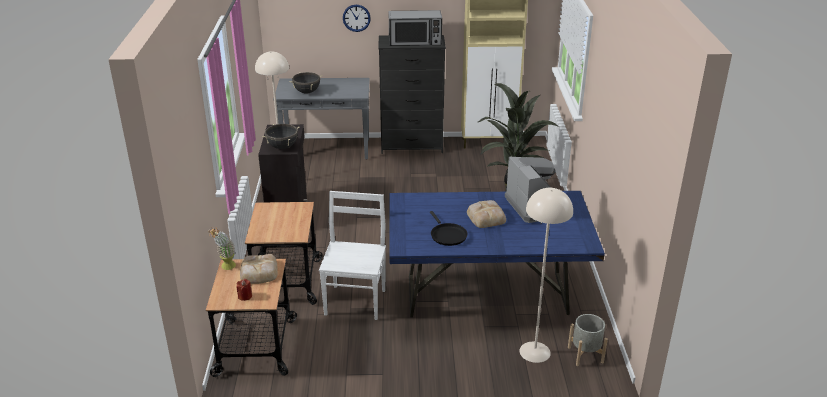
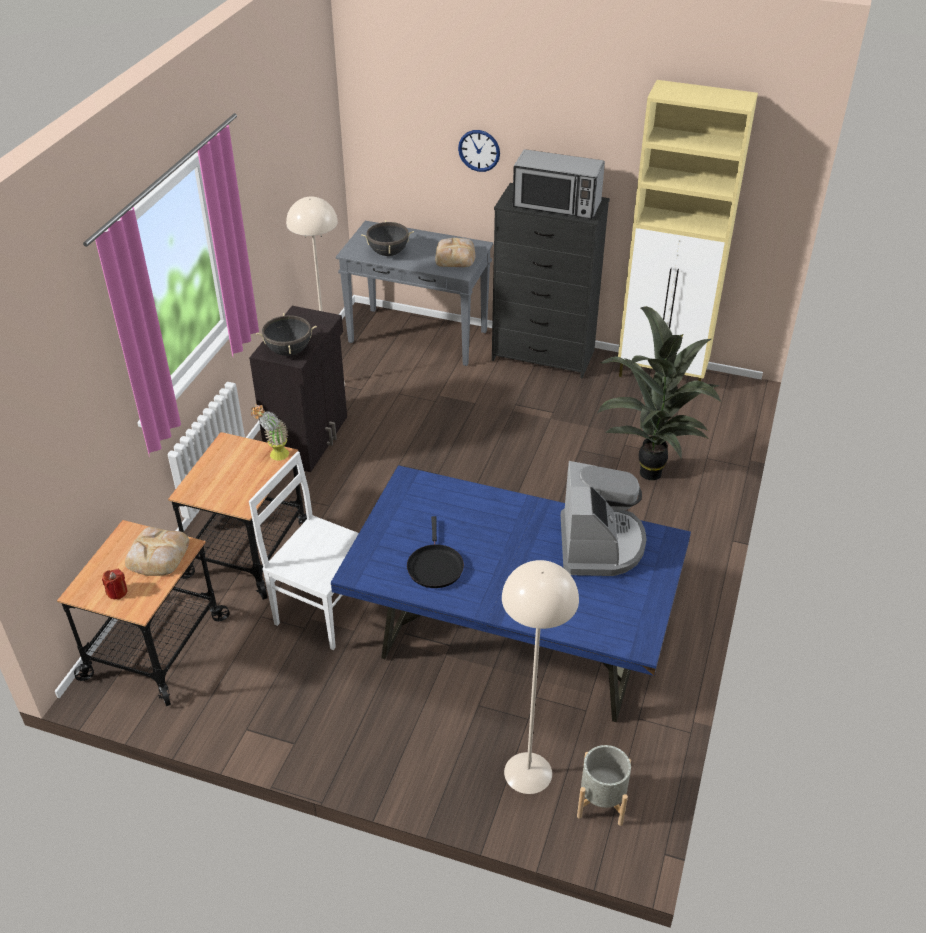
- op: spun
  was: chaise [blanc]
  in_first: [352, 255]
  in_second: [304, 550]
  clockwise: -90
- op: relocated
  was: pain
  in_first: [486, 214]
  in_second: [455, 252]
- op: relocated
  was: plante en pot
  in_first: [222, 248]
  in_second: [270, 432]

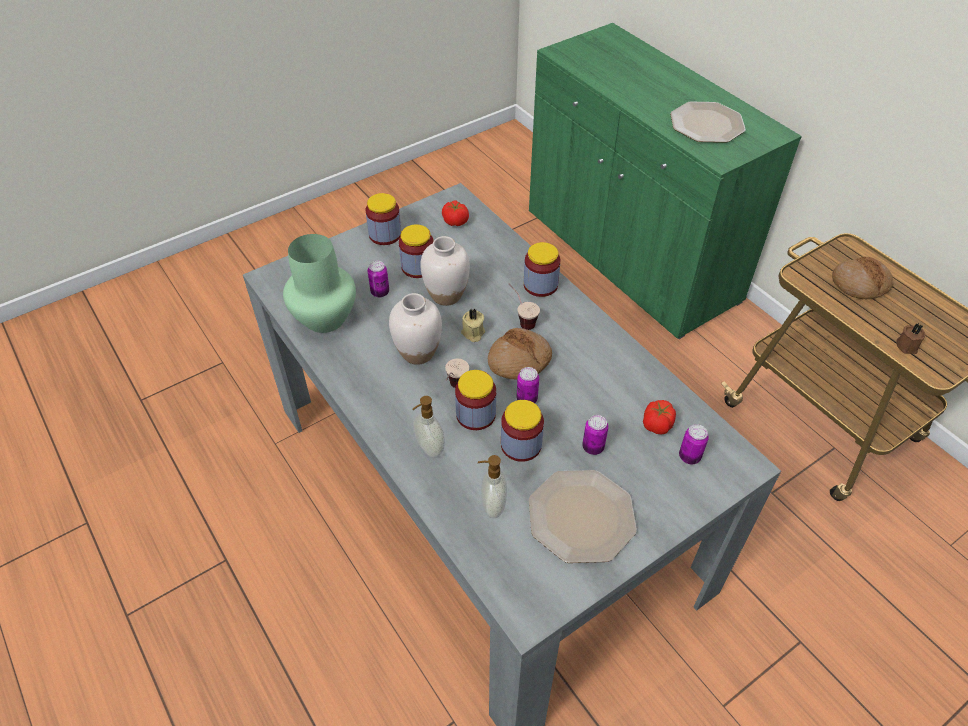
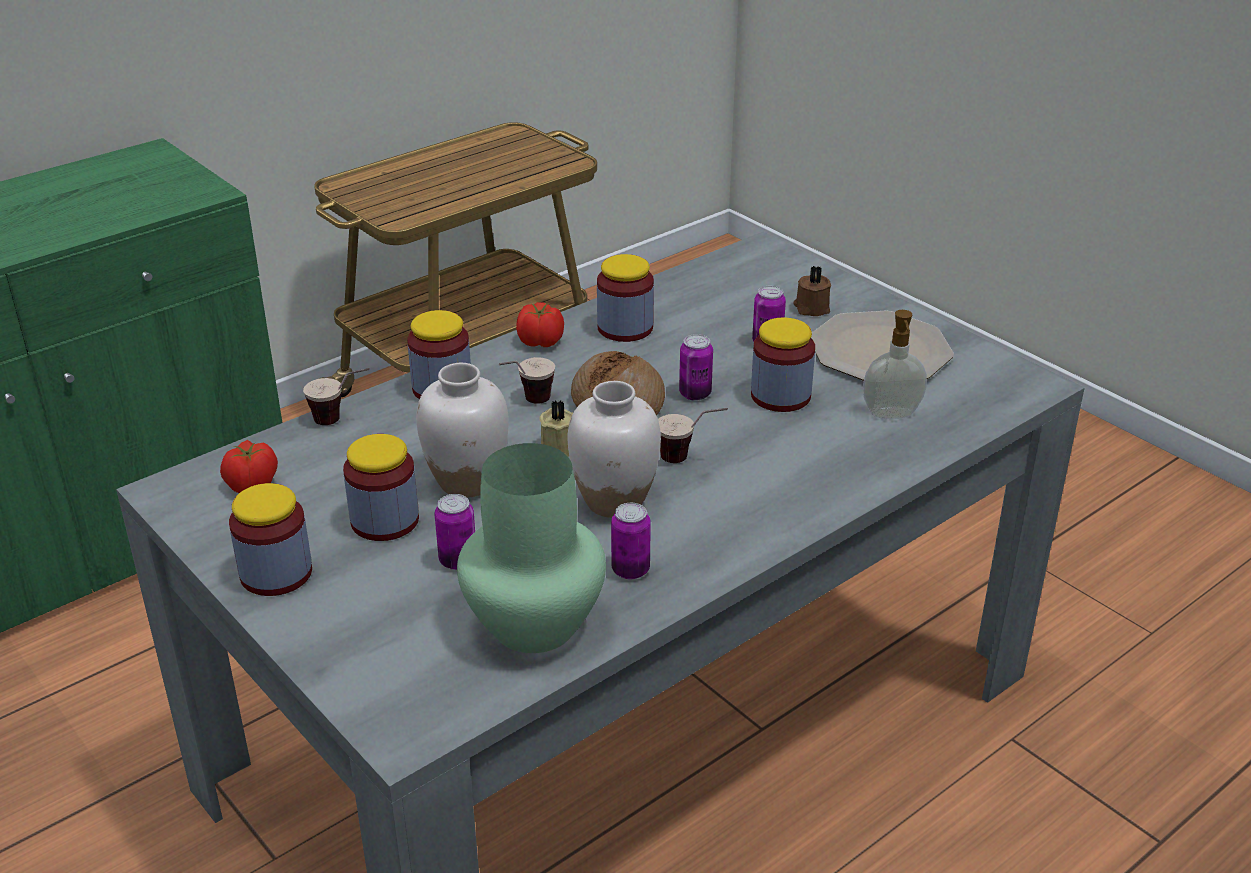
- op: missing
  was: assiette
  in_first: [708, 122]
- op: missing
  was: pain
  in_first: [862, 278]
- op: relocated
  was: bougie [marron]
  in_first: [910, 338]
  in_second: [812, 291]
- op: relocated
  was: bocal
  in_first: [475, 400]
  in_second: [625, 298]
- op: missing
  was: distributeur de savon
  in_first: [428, 427]
- op: relocated
  was: tomate
  in_first: [659, 417]
  in_second: [540, 324]
- op: relocated
  was: boîte métallique
  in_first: [694, 444]
  in_second: [631, 541]
- op: appeared
  now: tasse
  in_second: [336, 396]

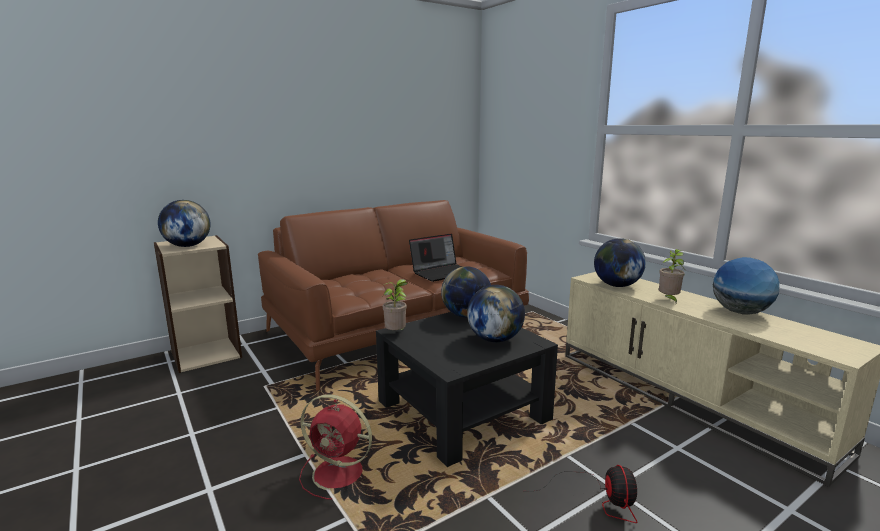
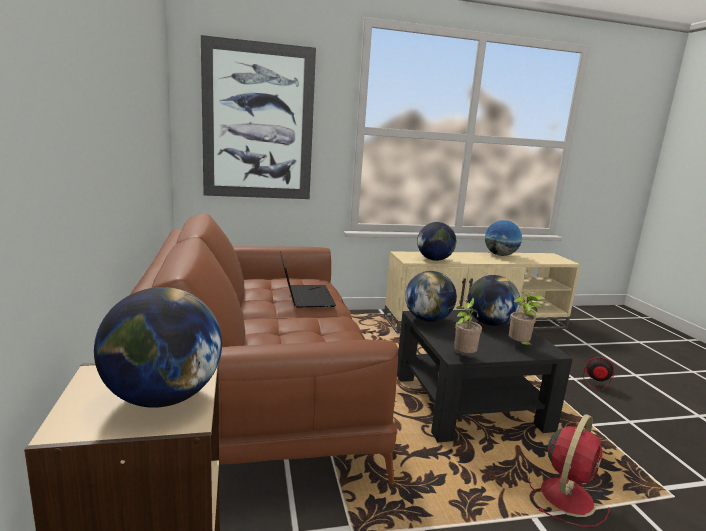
- op: relocated
  was: plante en pot
  in_first: [672, 276]
  in_second: [527, 319]
- op: appeared
  now: tableau
  in_second: [258, 117]

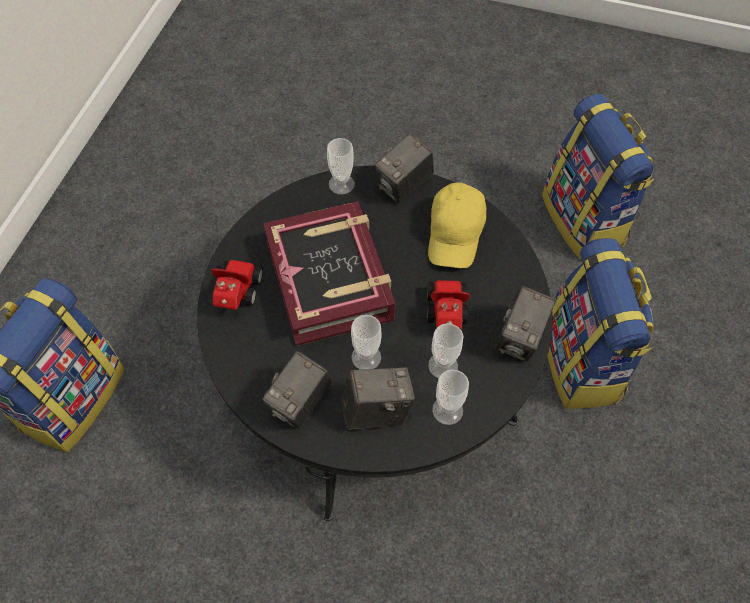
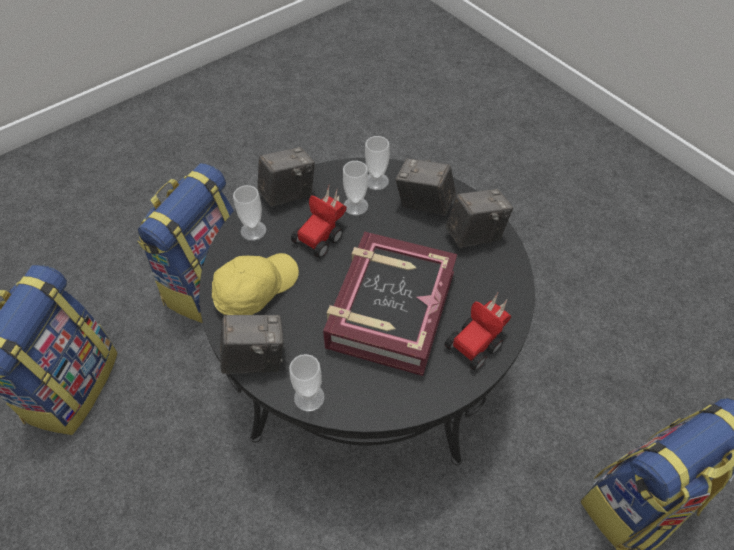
- op: relocated
  was: tasse
  in_first: [366, 342]
  in_second: [249, 213]

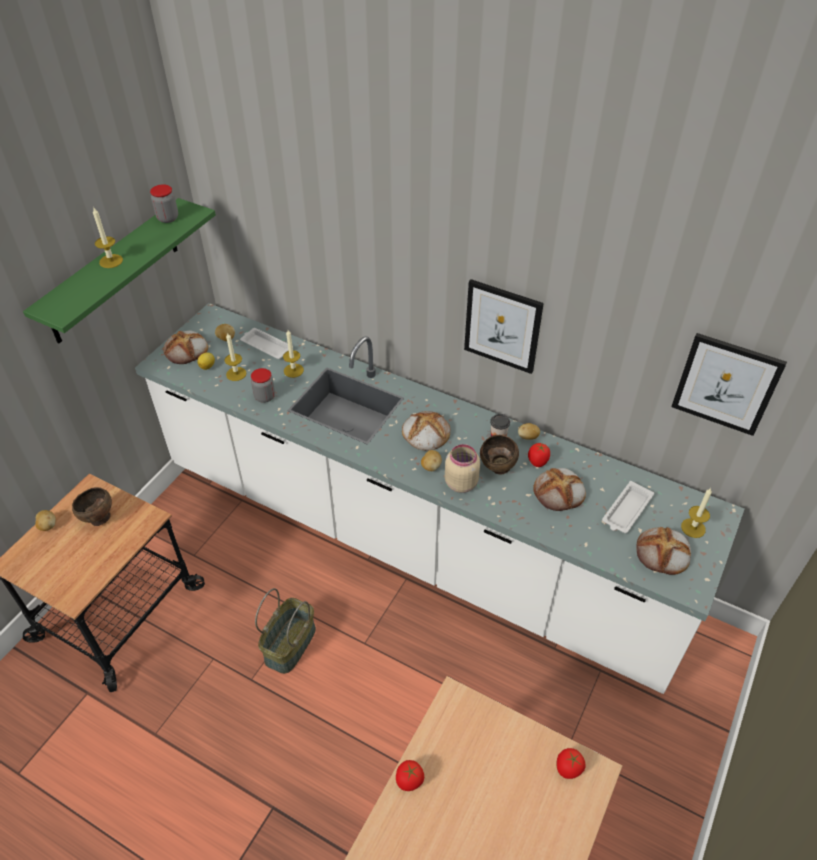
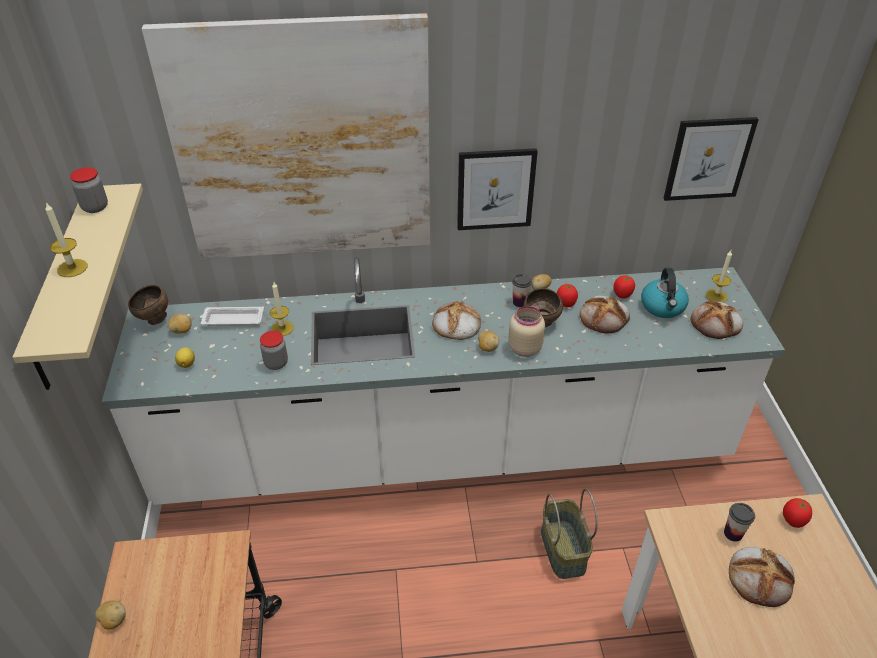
- op: colour
  was: étagère [vert]
  now: étagère [beige]
  in_first: [119, 271]
  in_second: [78, 287]
- op: relocated
  was: pain
  in_first: [185, 347]
  in_second: [762, 577]
- op: missing
  was: bougie
  in_first: [235, 356]
- op: exchanged
  was: plateau [blanc]
  now: bouilloire
  in_first: [628, 507]
  in_second: [665, 293]
- op: relocated
  was: bol [marron]
  in_first: [92, 506]
  in_second: [148, 305]
- op: relocated
  was: panier
  in_first: [285, 631]
  in_second: [569, 533]
- op: relocated
  was: tomate
  in_first: [410, 775]
  in_second: [624, 287]
- op: appeared
  now: tableau
  in_second: [286, 136]
- op: appeared
  now: tasse
  in_second: [739, 522]

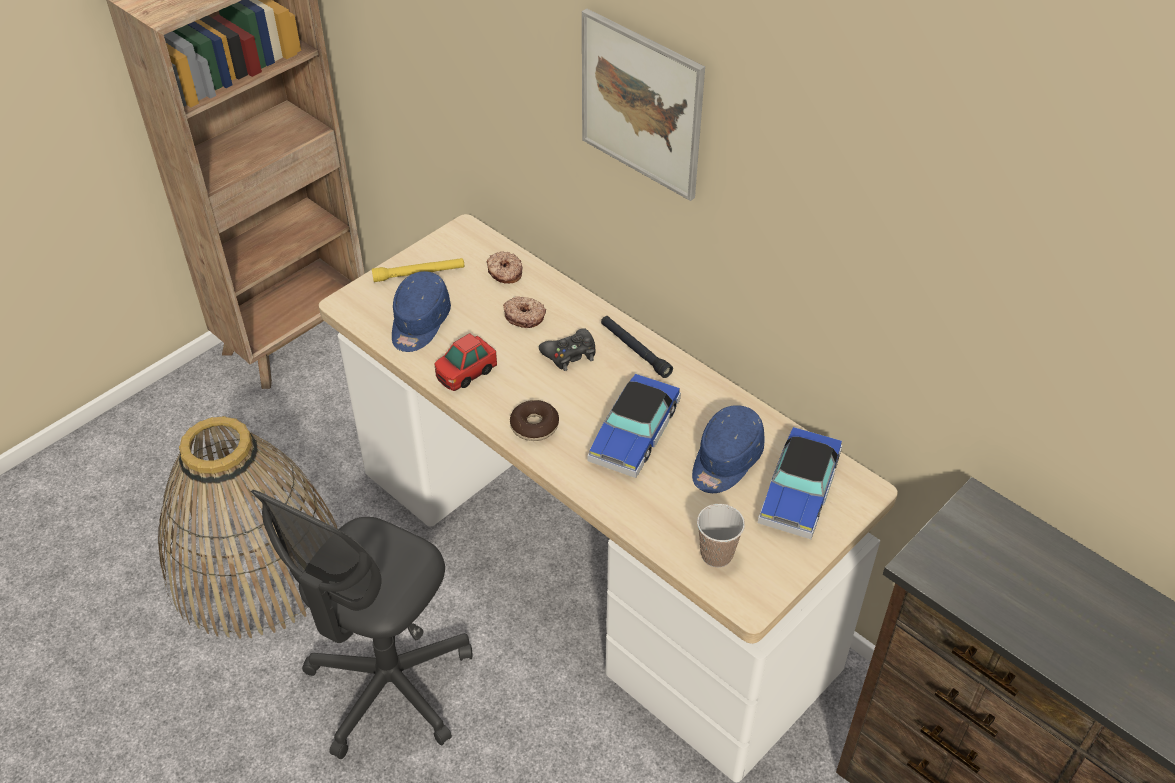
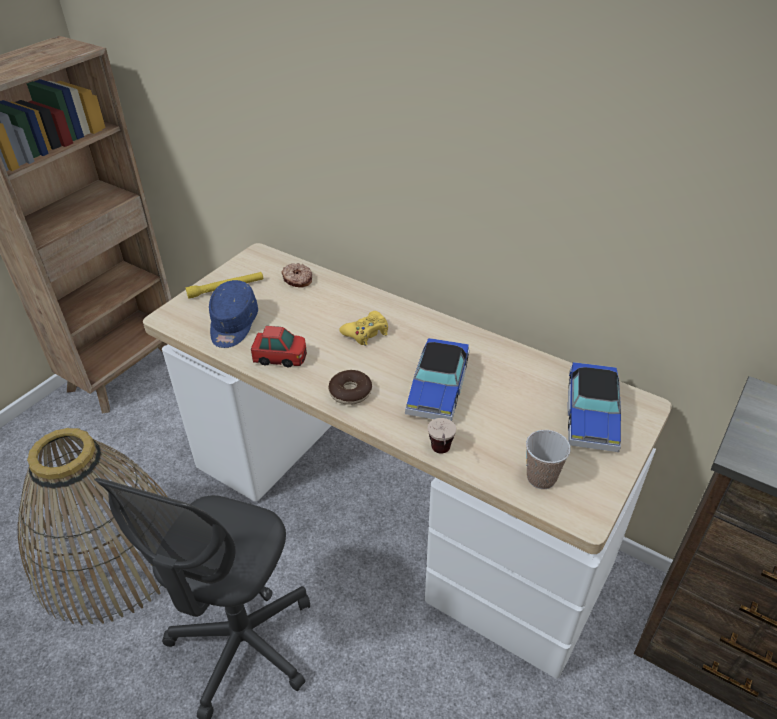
- op: missing
  was: tableau
  in_first: [643, 105]
- op: missing
  was: beignet
  in_first: [524, 312]
- op: missing
  was: lampe de poche [noir]
  in_first: [637, 347]
- op: colour
  was: manette [noir]
  now: manette [jaune]
  in_first: [567, 349]
  in_second: [363, 328]
- op: spun
  was: petite voiture
  in_first: [465, 362]
  in_second: [279, 346]
  clockwise: -120
- op: missing
  was: casquette [bleu]
  in_first: [728, 449]
- op: appeared
  now: tasse
  in_second: [442, 436]

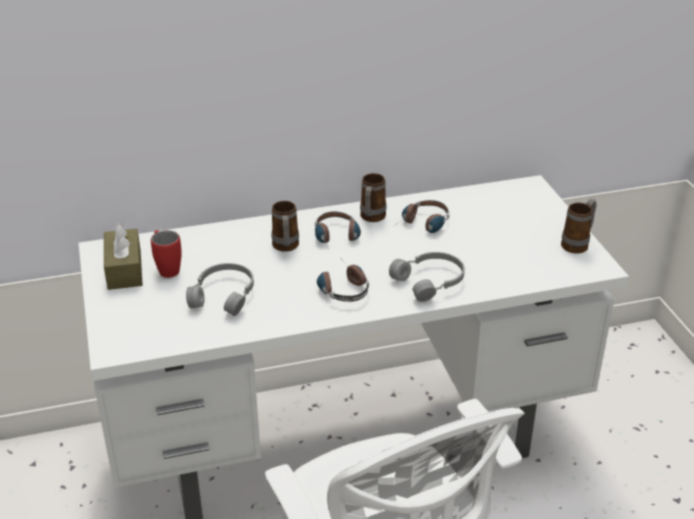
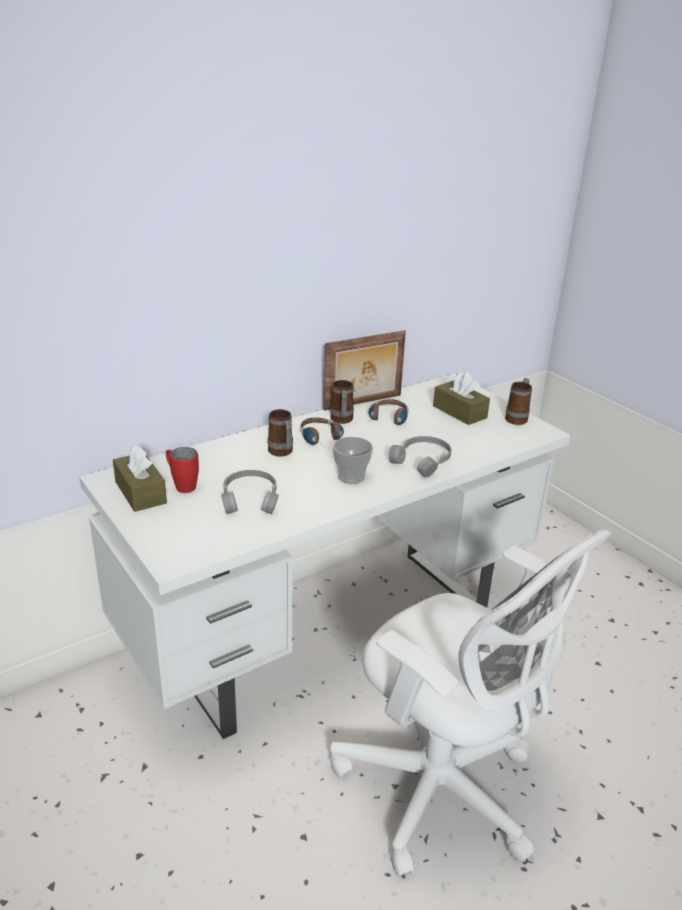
- op: exchanged
  was: casque audio
  now: tasse
  in_first: [343, 282]
  in_second: [352, 460]
- op: appeared
  now: cadre photo
  in_second: [365, 370]
- op: appeared
  now: boîte à mouchoirs [marron]
  in_second: [461, 398]

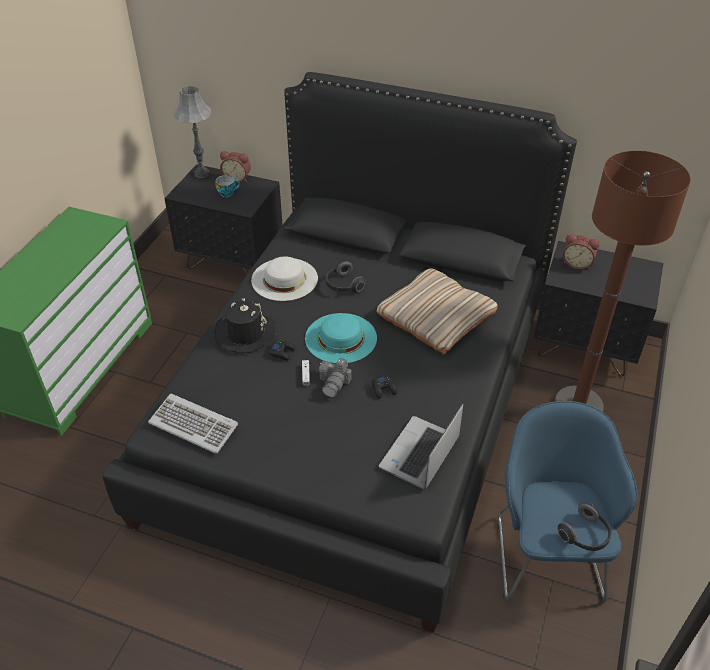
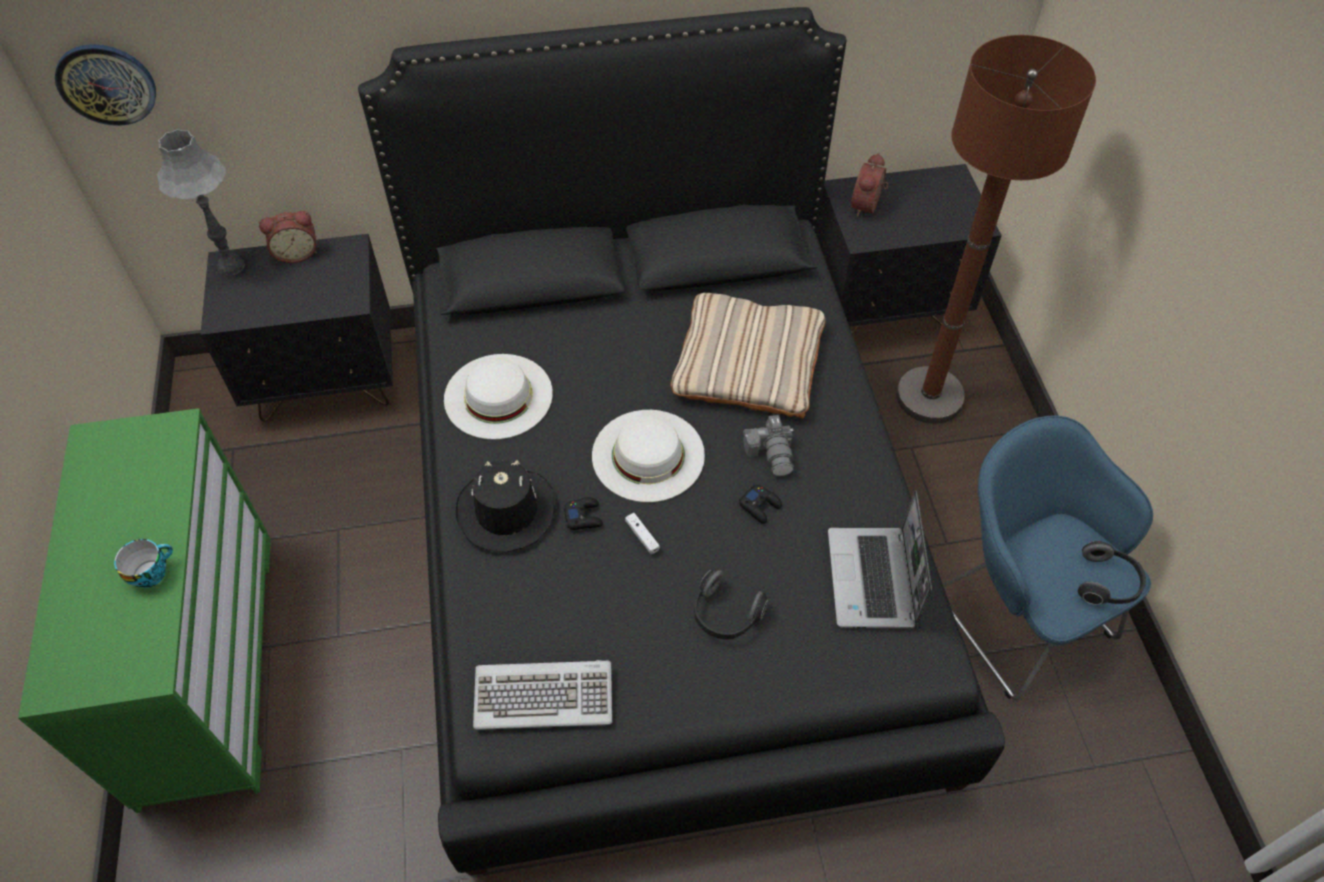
- op: relocated
  was: tasse
  in_first: [228, 186]
  in_second: [143, 563]
- op: spun
  was: réveil
  in_first: [581, 252]
  in_second: [870, 184]
  clockwise: 120
- op: relocated
  was: casque audio
  in_first: [345, 277]
  in_second: [731, 604]
- op: colour
  was: chapeau [turquoise]
  now: chapeau [blanc]
  in_first: [341, 338]
  in_second: [648, 456]
- op: relocated
  was: appareil photo
  in_first: [335, 377]
  in_second: [768, 445]
- op: appeared
  now: horloge murale
  in_second: [105, 85]

